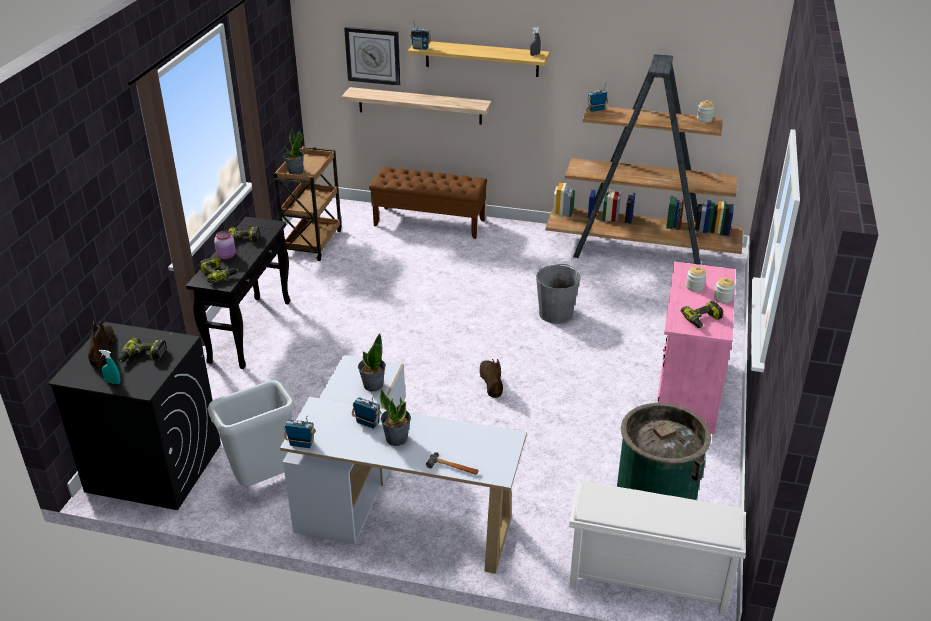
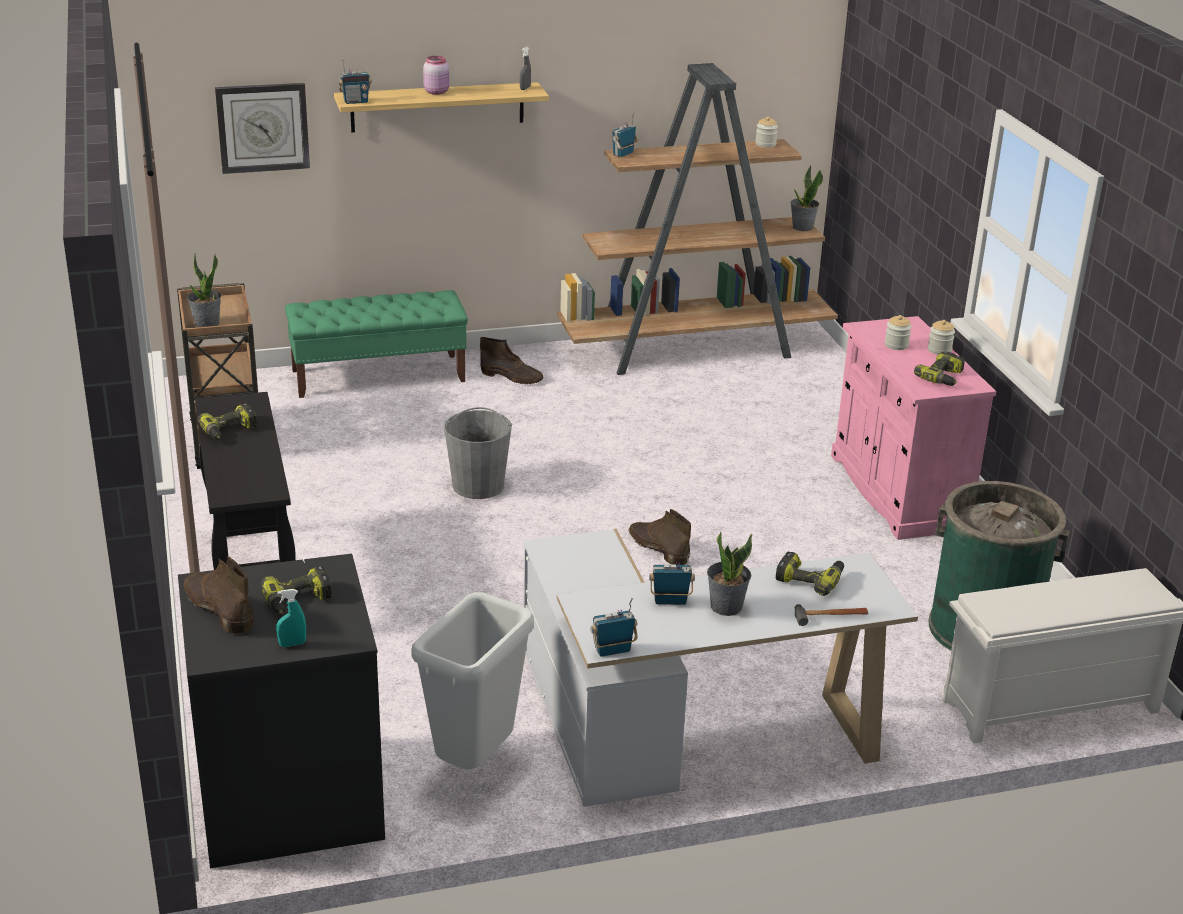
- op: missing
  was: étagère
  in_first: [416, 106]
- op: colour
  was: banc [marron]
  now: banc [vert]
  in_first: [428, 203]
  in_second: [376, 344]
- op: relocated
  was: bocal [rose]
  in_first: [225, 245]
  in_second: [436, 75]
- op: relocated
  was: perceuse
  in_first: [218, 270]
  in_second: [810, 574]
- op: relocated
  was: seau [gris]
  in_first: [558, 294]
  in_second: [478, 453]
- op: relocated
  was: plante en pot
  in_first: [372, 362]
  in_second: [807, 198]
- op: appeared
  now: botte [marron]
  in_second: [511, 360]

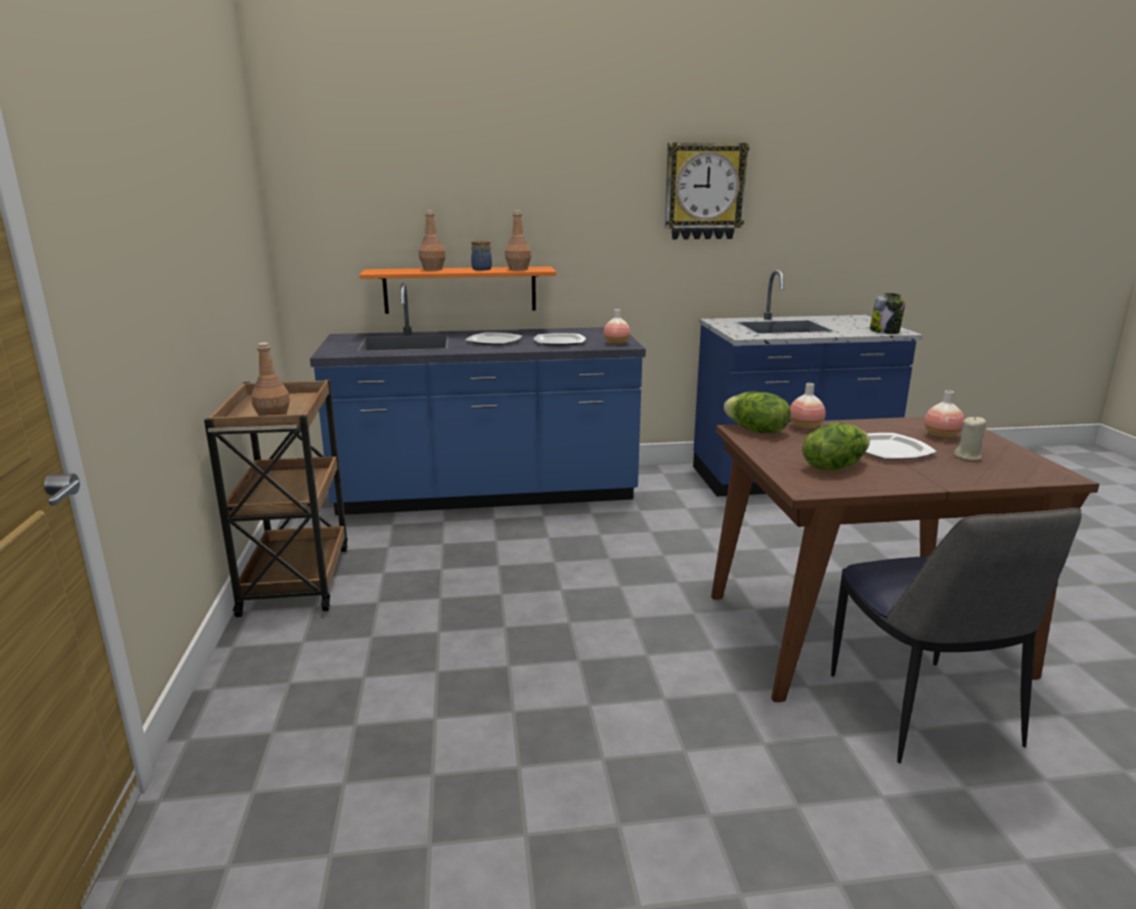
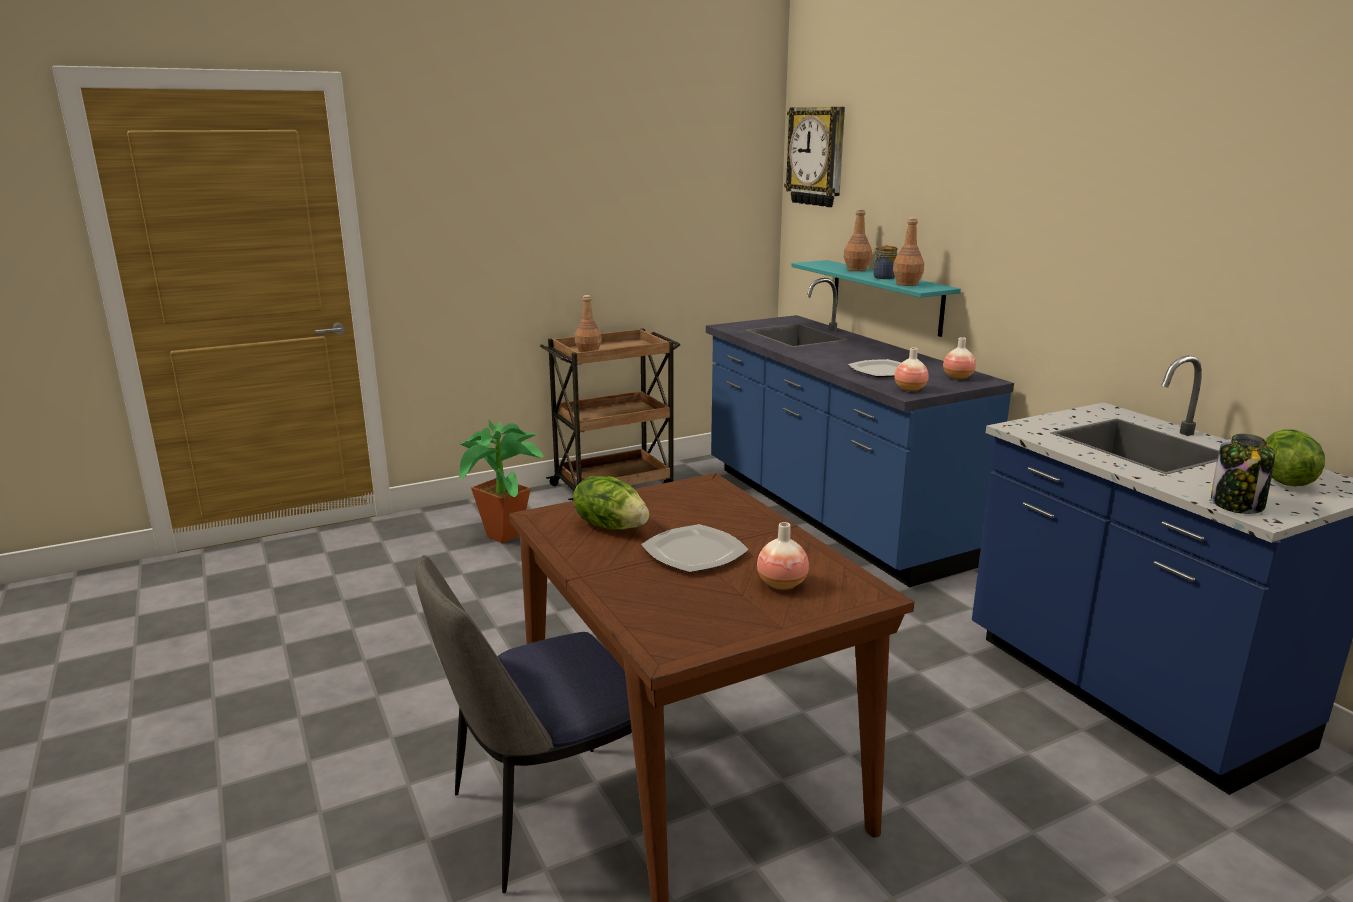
- op: relocated
  was: horloge murale
  in_first: [707, 191]
  in_second: [814, 157]
- op: colour
  was: étagère [orange]
  now: étagère [turquoise]
  in_first: [457, 290]
  in_second: [876, 298]
- op: missing
  was: assiette
  in_first: [493, 338]
- op: relocated
  was: vase
  in_first: [808, 406]
  in_second: [959, 358]
- op: relocated
  was: laitue
  in_first: [757, 412]
  in_second: [1295, 457]
- op: missing
  was: bougie [beige]
  in_first: [970, 438]
- op: appeared
  now: plante en pot
  in_second: [501, 481]

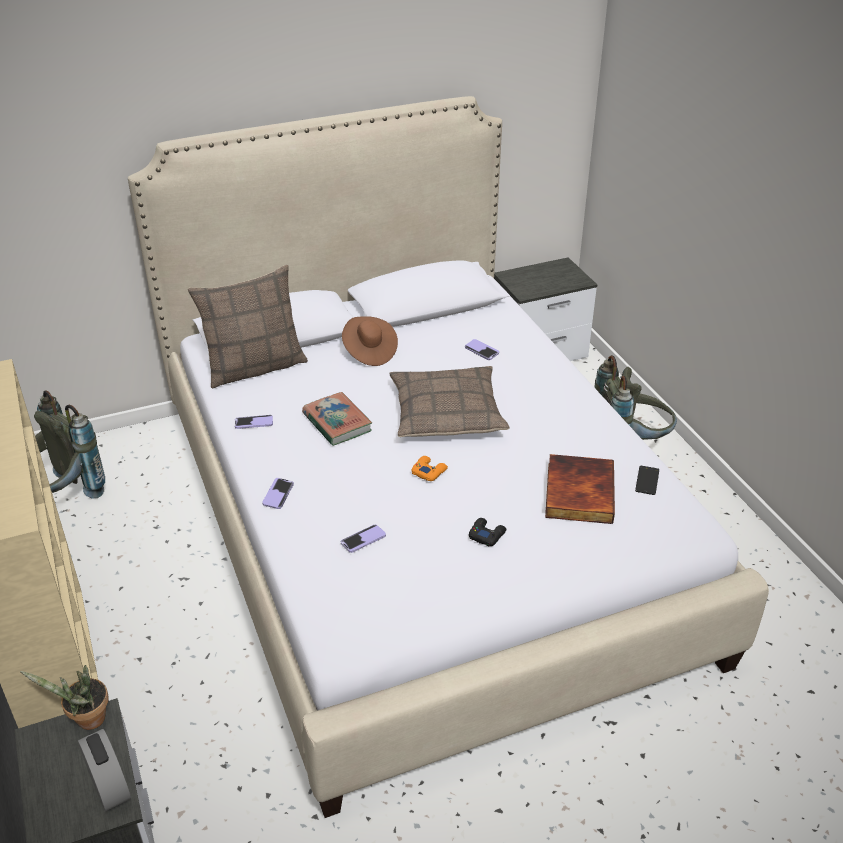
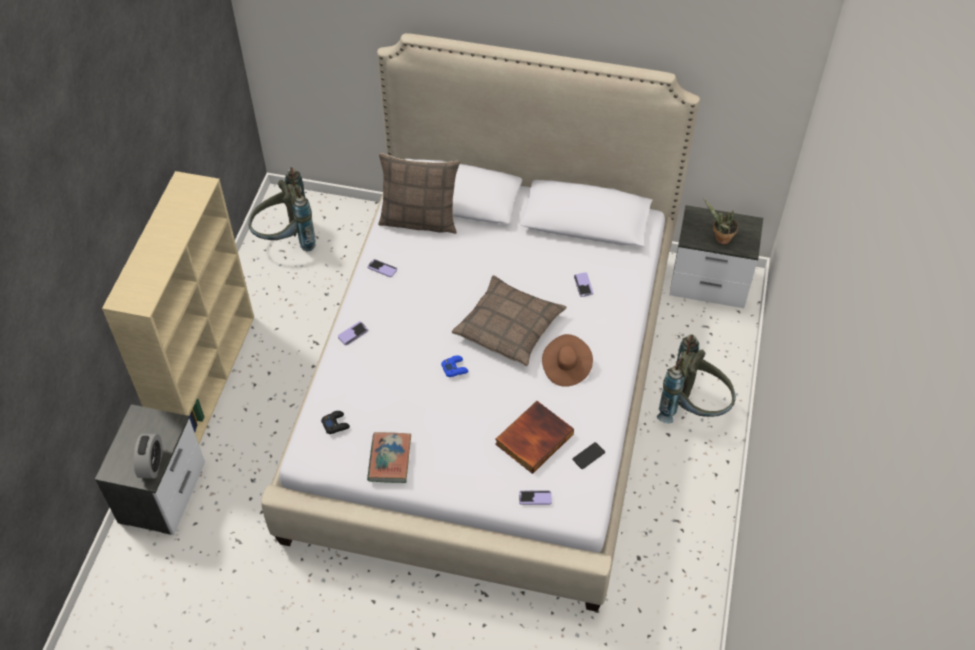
- op: relocated
  was: chapeau [marron]
  in_first: [370, 341]
  in_second: [567, 360]
- op: relocated
  was: livre
  in_first: [337, 419]
  in_second: [389, 457]
- op: colour
  was: manette [orange]
  now: manette [bleu]
  in_first: [429, 468]
  in_second: [454, 366]
- op: relocated
  was: manette [noir]
  in_first: [487, 532]
  in_second: [335, 422]
- op: relocated
  was: téléphone
  in_first: [363, 539]
  in_second: [535, 498]
- op: relocated
  was: plante en pot
  in_first: [64, 697]
  in_second: [720, 221]

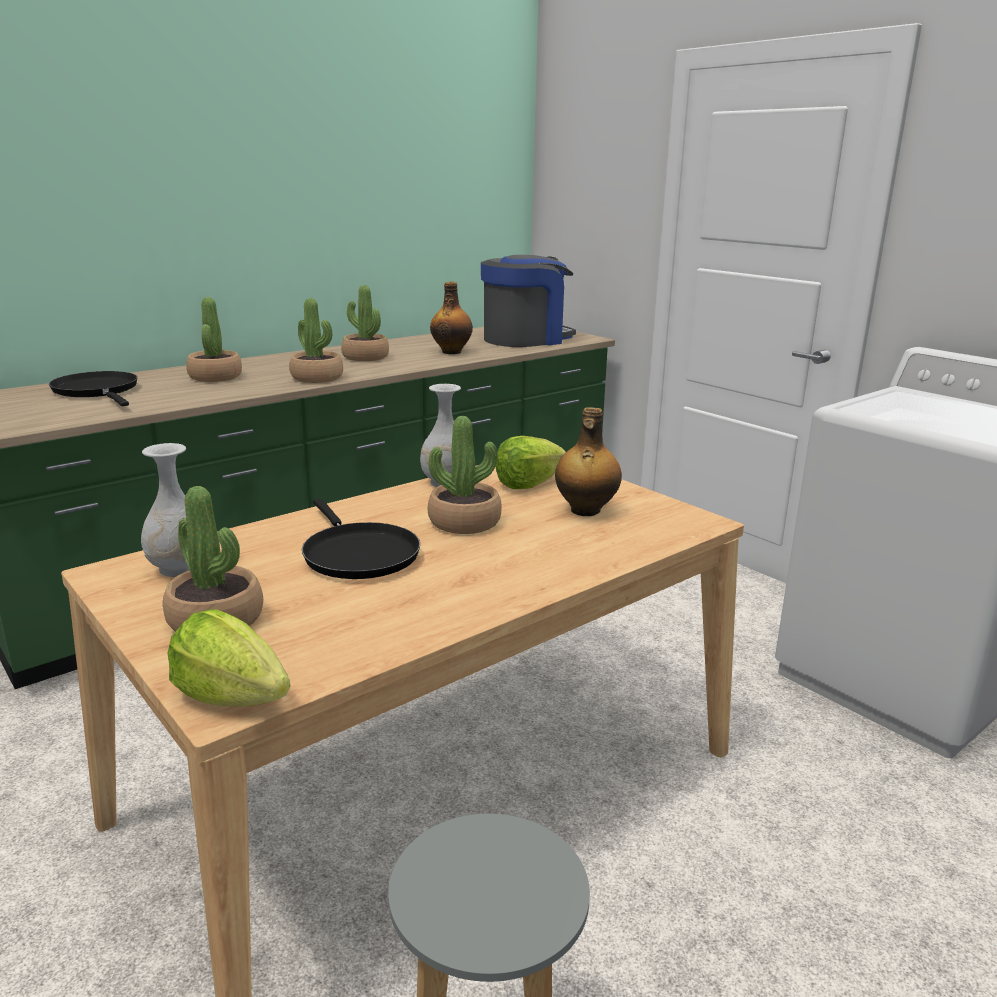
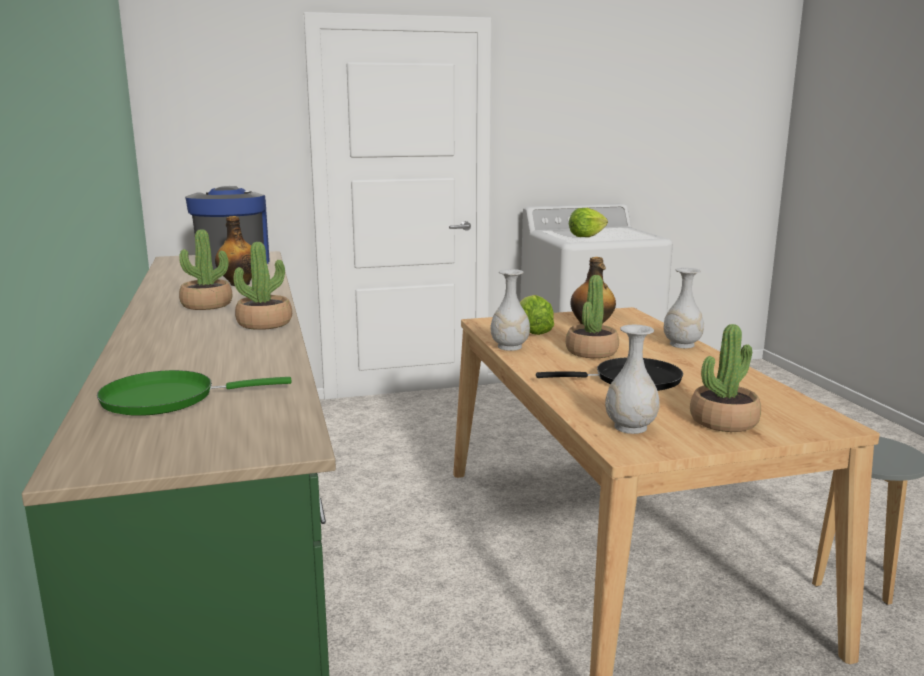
- op: missing
  was: plante en pot
  in_first: [214, 339]
- op: colour
  was: poêle [noir]
  now: poêle [vert]
  in_first: [93, 388]
  in_second: [194, 393]
- op: relocated
  was: laitue
  in_first: [229, 657]
  in_second: [588, 222]
- op: appeared
  now: vase [blanc]
  in_second: [684, 308]

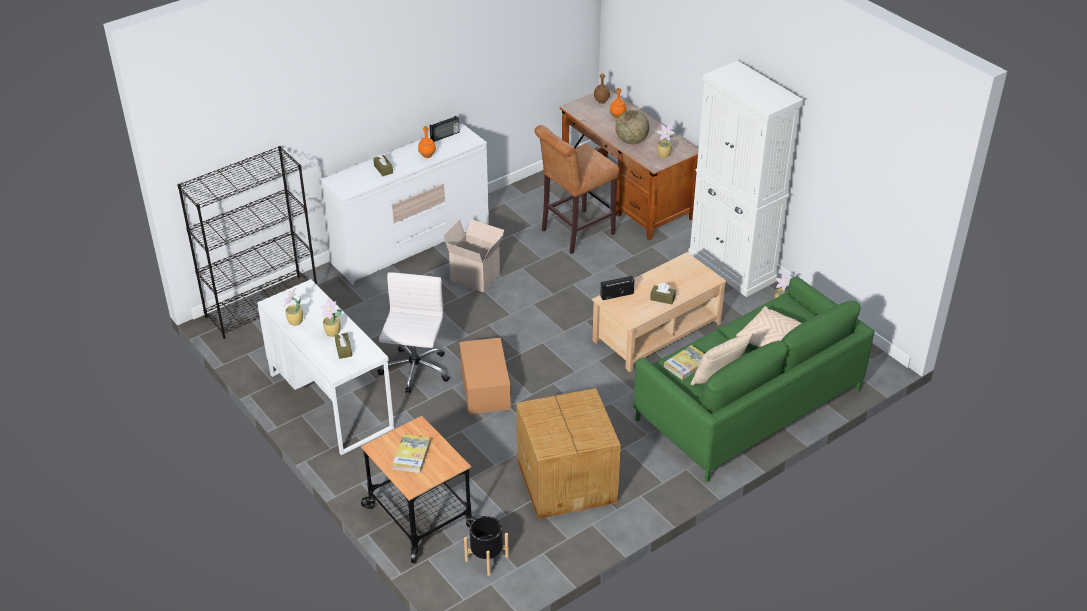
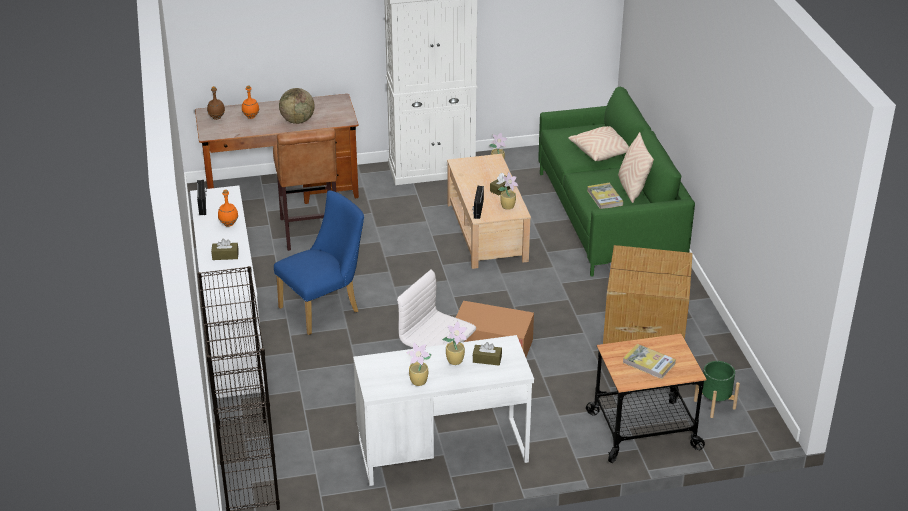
- op: relocated
  was: plante en pot
  in_first: [666, 141]
  in_second: [508, 191]
- op: exchanged
  was: carton
  now: chaise [bleu]
  in_first: [473, 255]
  in_second: [319, 262]
- op: colour
  was: cache-pot [noir]
  now: cache-pot [vert]
  in_first: [486, 546]
  in_second: [717, 389]

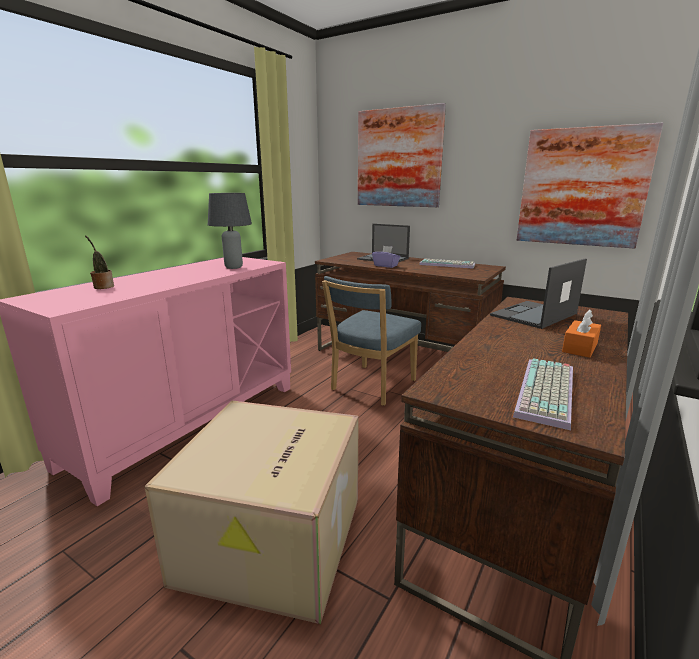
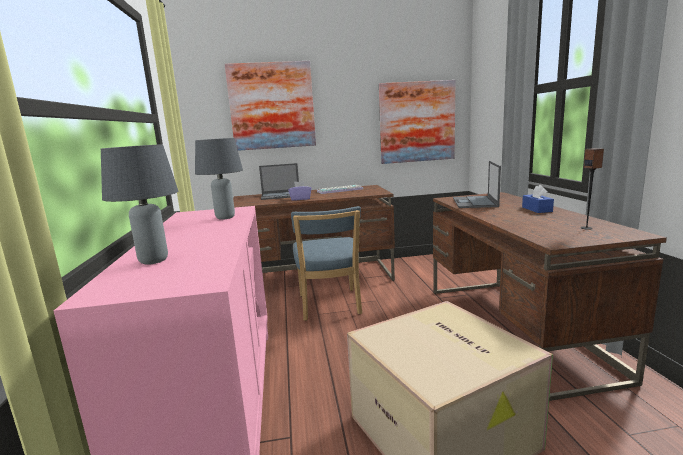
- op: exchanged
  was: plante en pot
  now: lampe de table [gris]
  in_first: [99, 262]
  in_second: [139, 204]
- op: colour
  was: boîte à mouchoirs [orange]
  now: boîte à mouchoirs [bleu]
  in_first: [581, 333]
  in_second: [538, 199]
- op: exchanged
  was: clavier
  now: enceinte
  in_first: [543, 394]
  in_second: [592, 189]

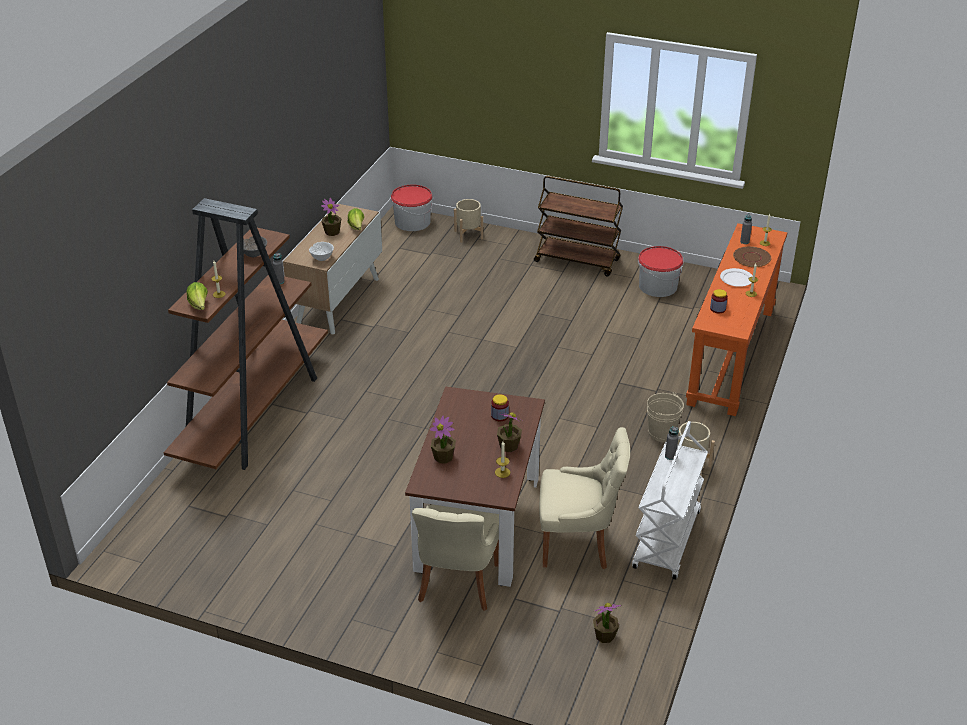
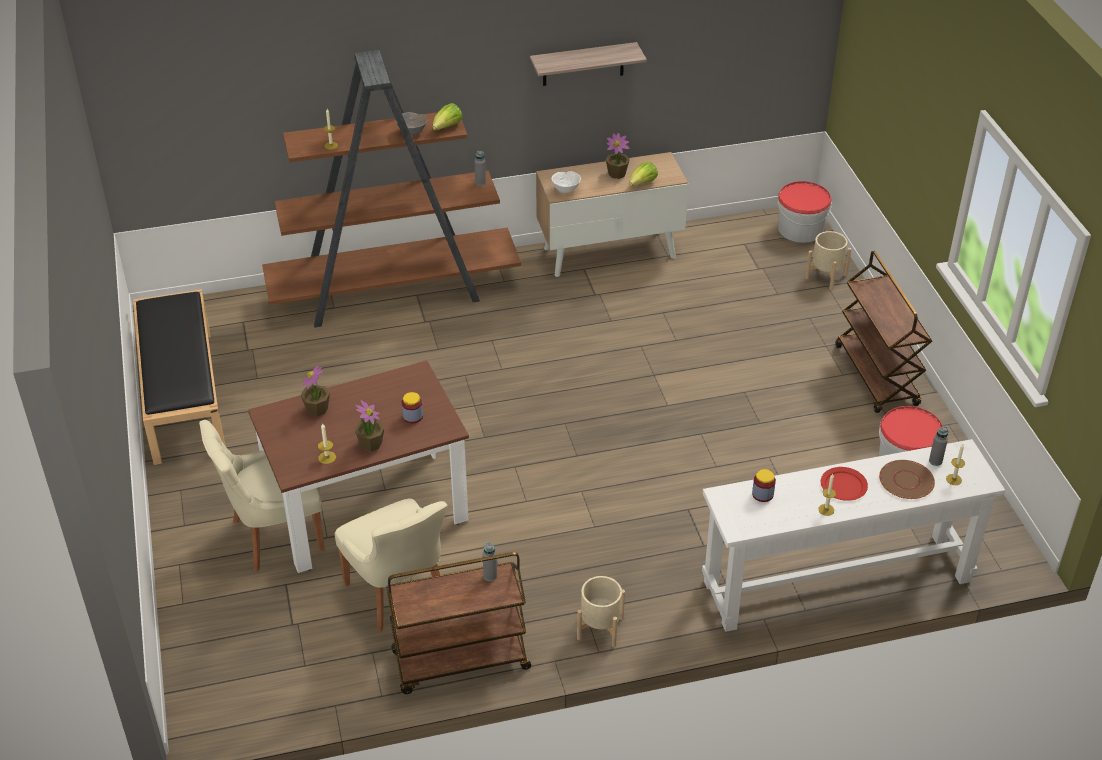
- op: colour
  was: table console [orange]
  now: table console [blanc]
  in_first: [736, 319]
  in_second: [853, 535]
- op: colour
  was: assiette [blanc]
  now: assiette [rouge]
  in_first: [736, 277]
  in_second: [844, 484]
- op: relocated
  was: laitue
  in_first: [197, 296]
  in_second: [448, 116]
- op: missing
  was: seau [beige]
  in_first: [665, 417]
- op: colour
  was: chariot [blanc]
  now: chariot [marron]
  in_first: [670, 500]
  in_second: [458, 623]
- op: missing
  was: plante en pot
  in_first: [607, 623]
- op: appeared
  now: étagère
  in_second: [588, 64]
- op: appeared
  now: banc [noir]
  in_second: [179, 377]

